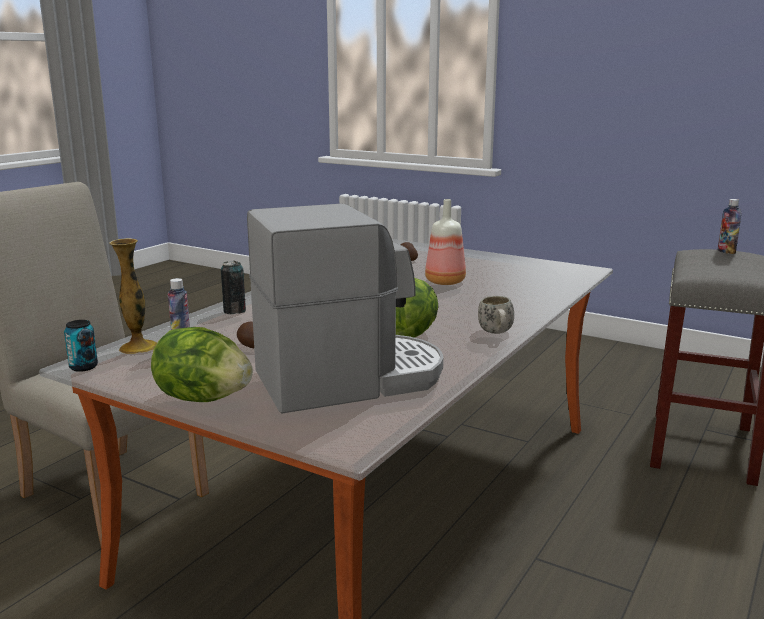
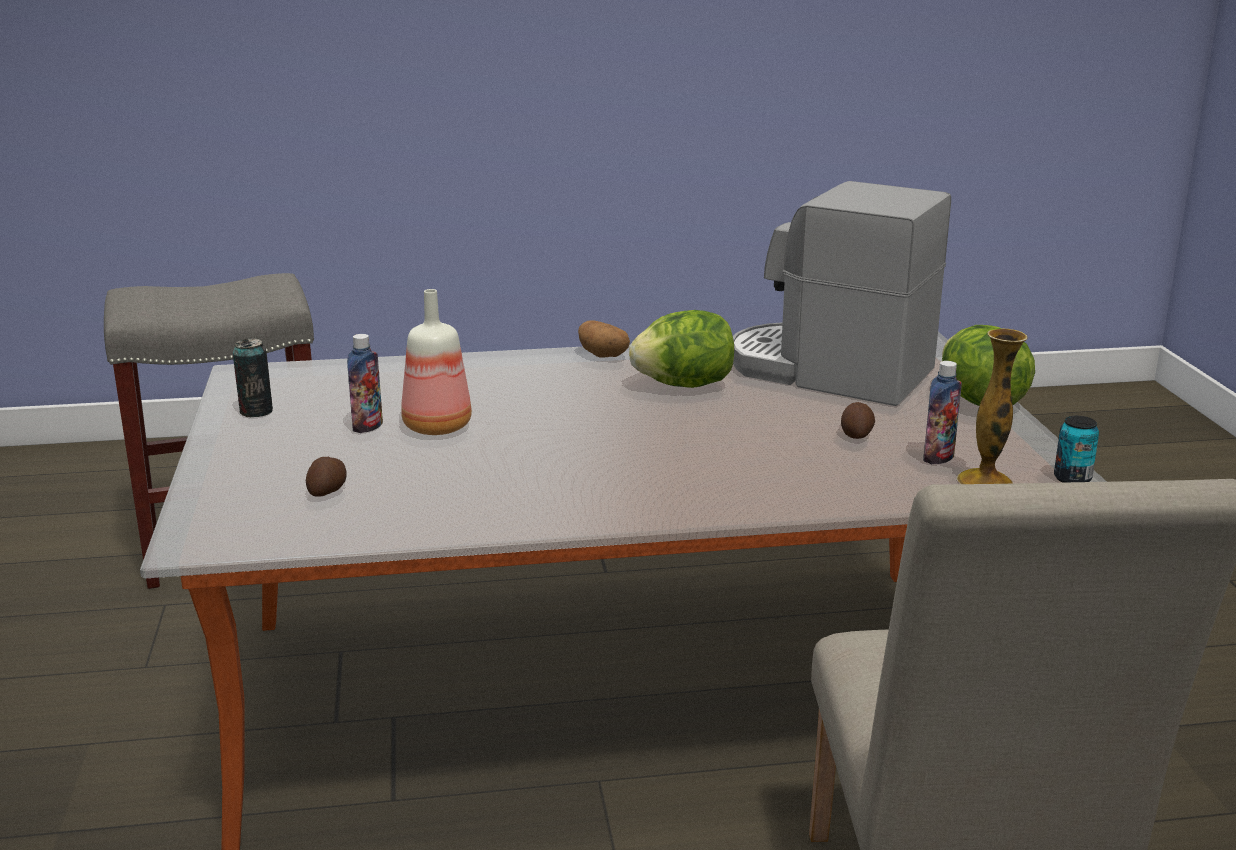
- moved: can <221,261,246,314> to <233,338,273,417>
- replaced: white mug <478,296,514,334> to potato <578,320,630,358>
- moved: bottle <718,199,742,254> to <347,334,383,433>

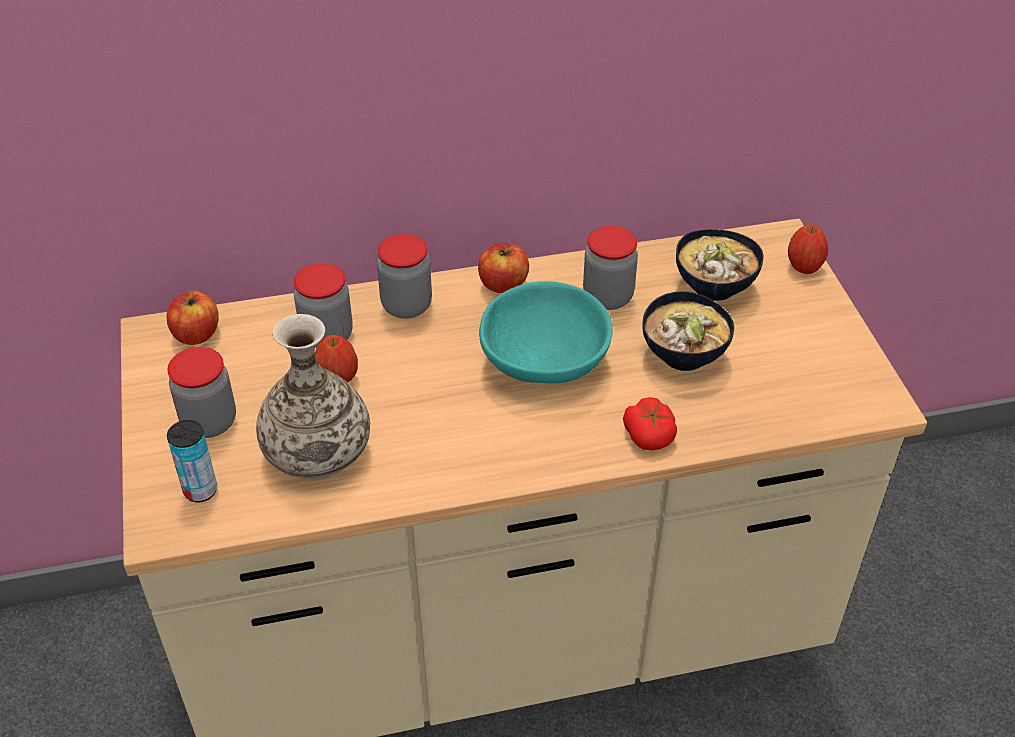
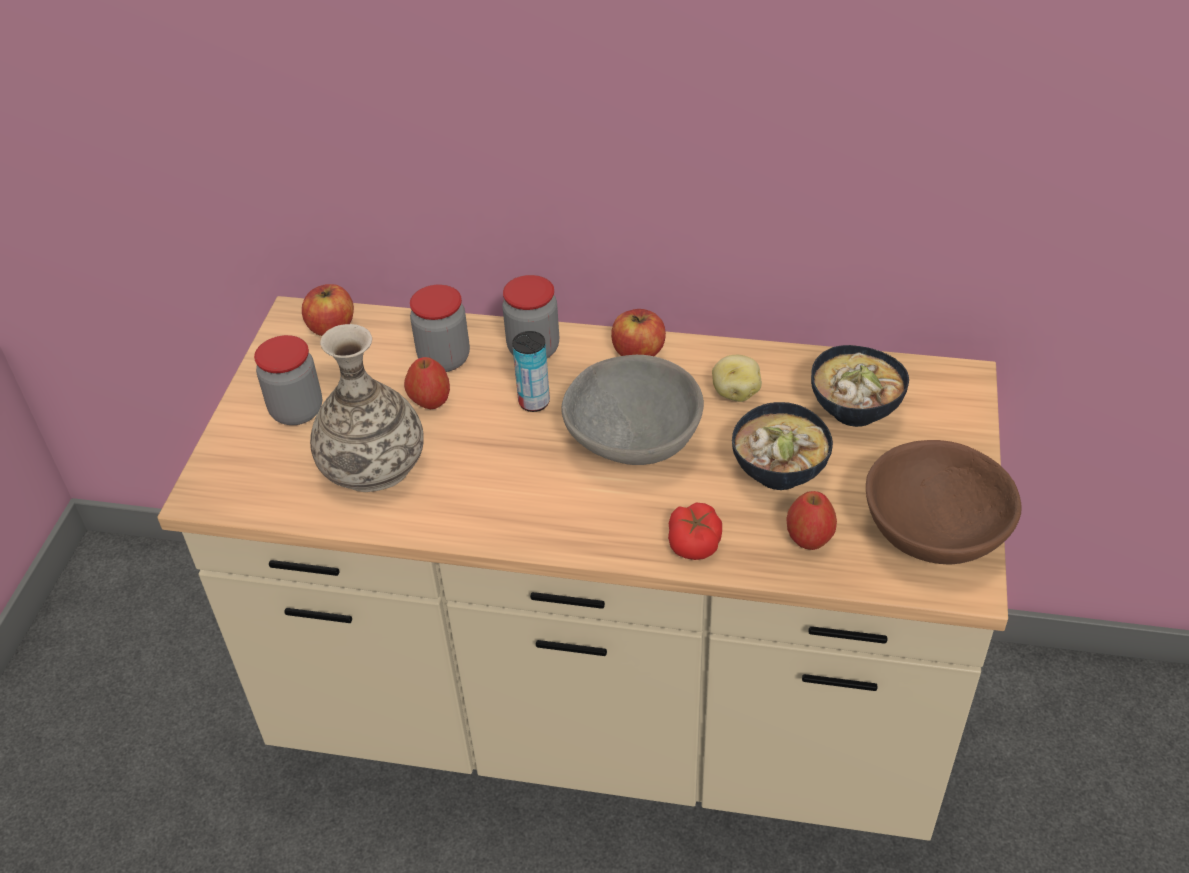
- moved: can <167,420,217,502> to <512,331,550,412>
- recoloured: turquoise bowl <479,281,613,383> to grey bowl <561,355,704,465>
- replaced: jar <583,226,638,310> to potato <712,355,762,402>
- moved: apple <788,224,828,274> to <786,491,837,550>
- added: brown bowl <866,440,1022,565>

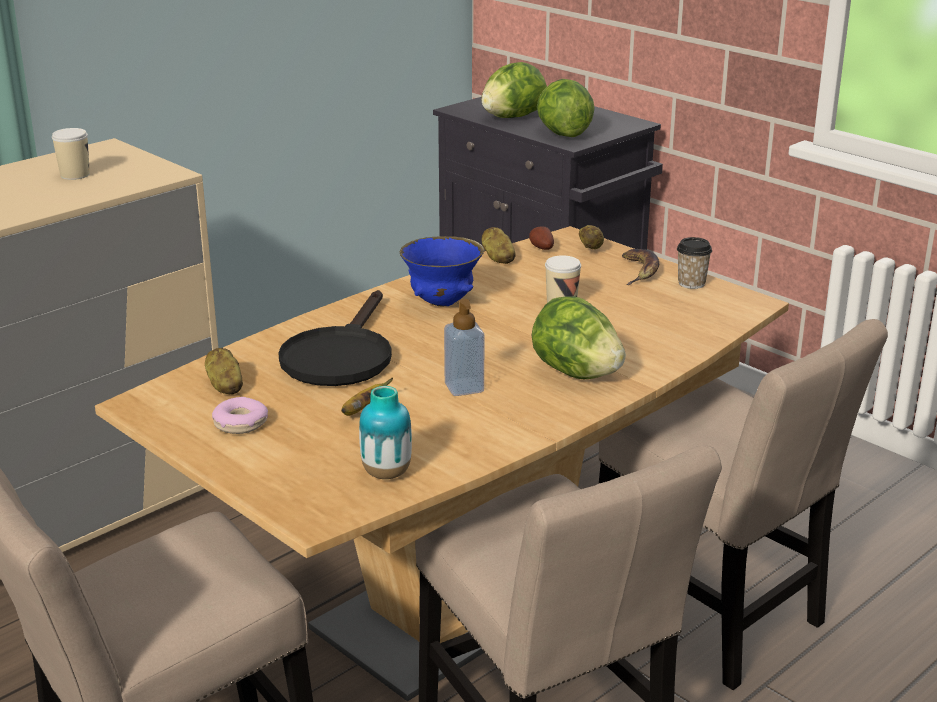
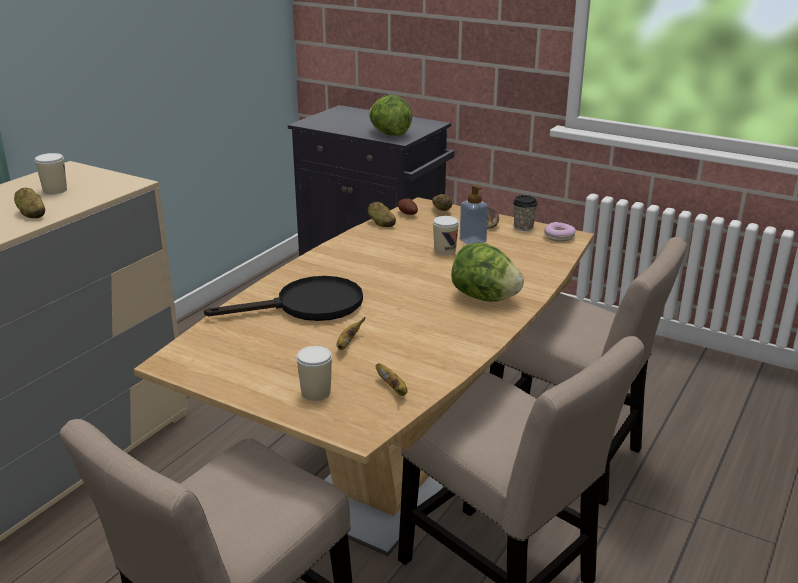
- moved: potato <205,348,243,395> to <14,188,45,218>
- moved: donut <212,397,268,434> to <544,222,576,242>
- turned: black frying pan <278,290,392,386> = <204,276,363,321> 105 degrees counterclockwise
- replaced: vase <359,386,412,479> to banana <376,363,407,396>
- removed: blue bowl <400,236,485,306>
- moved: soap dispenser <444,299,485,396> to <460,184,488,245>
- removed: lettuce <481,62,547,118>
- added: cup <296,346,332,401>

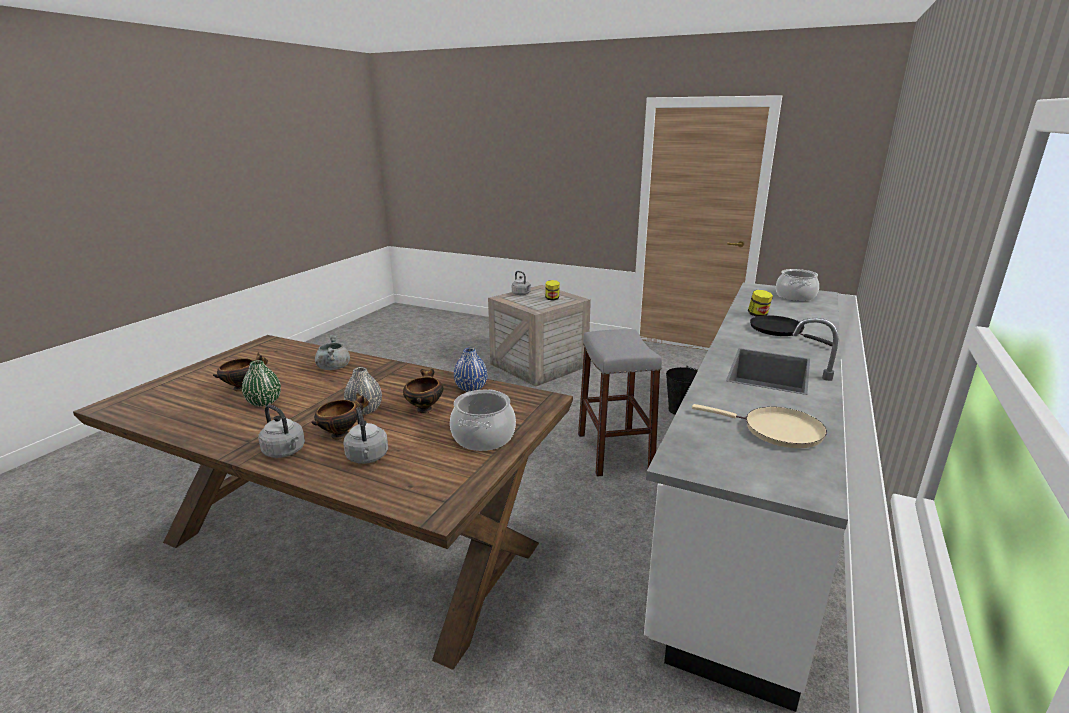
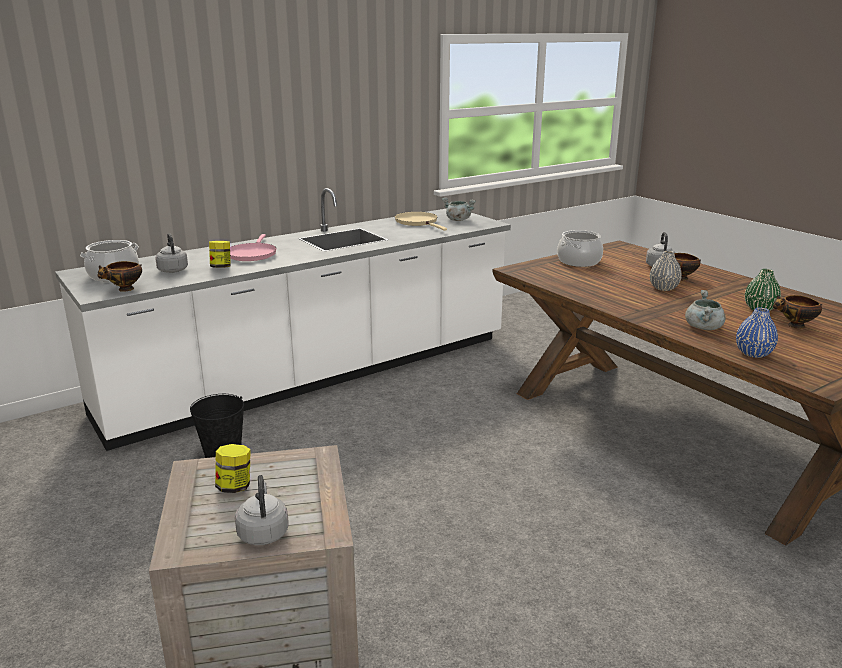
- moved: grey kettle <258,405,305,458> to <155,233,188,273>
- moved: bowl <403,369,443,413> to <97,261,142,292>
- moved: blue vase <454,348,487,392> to <736,308,778,358>
- removed: grey stool <578,329,662,477>
- recoloured: black frying pan <750,315,833,346> to pink frying pan <230,234,277,261>
- added: grey cooking pot <442,197,476,221>

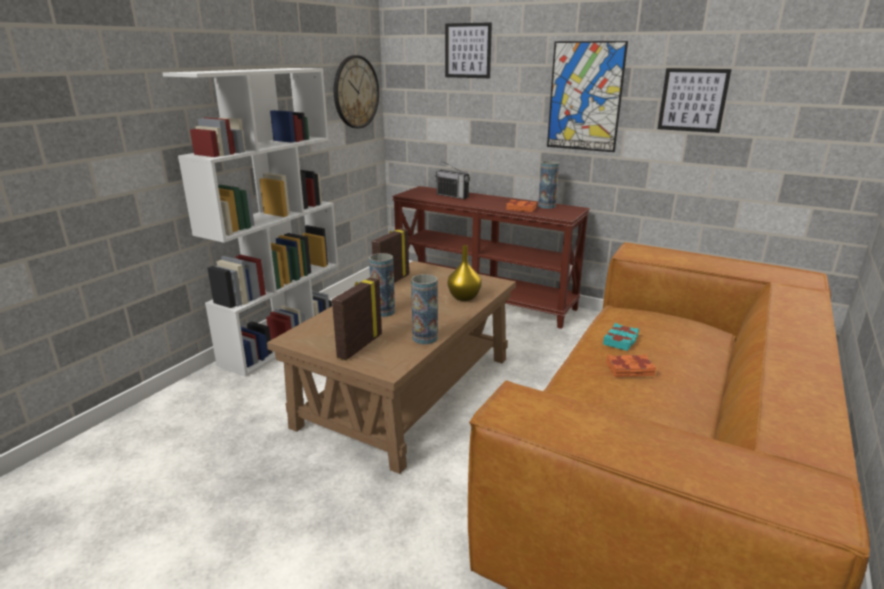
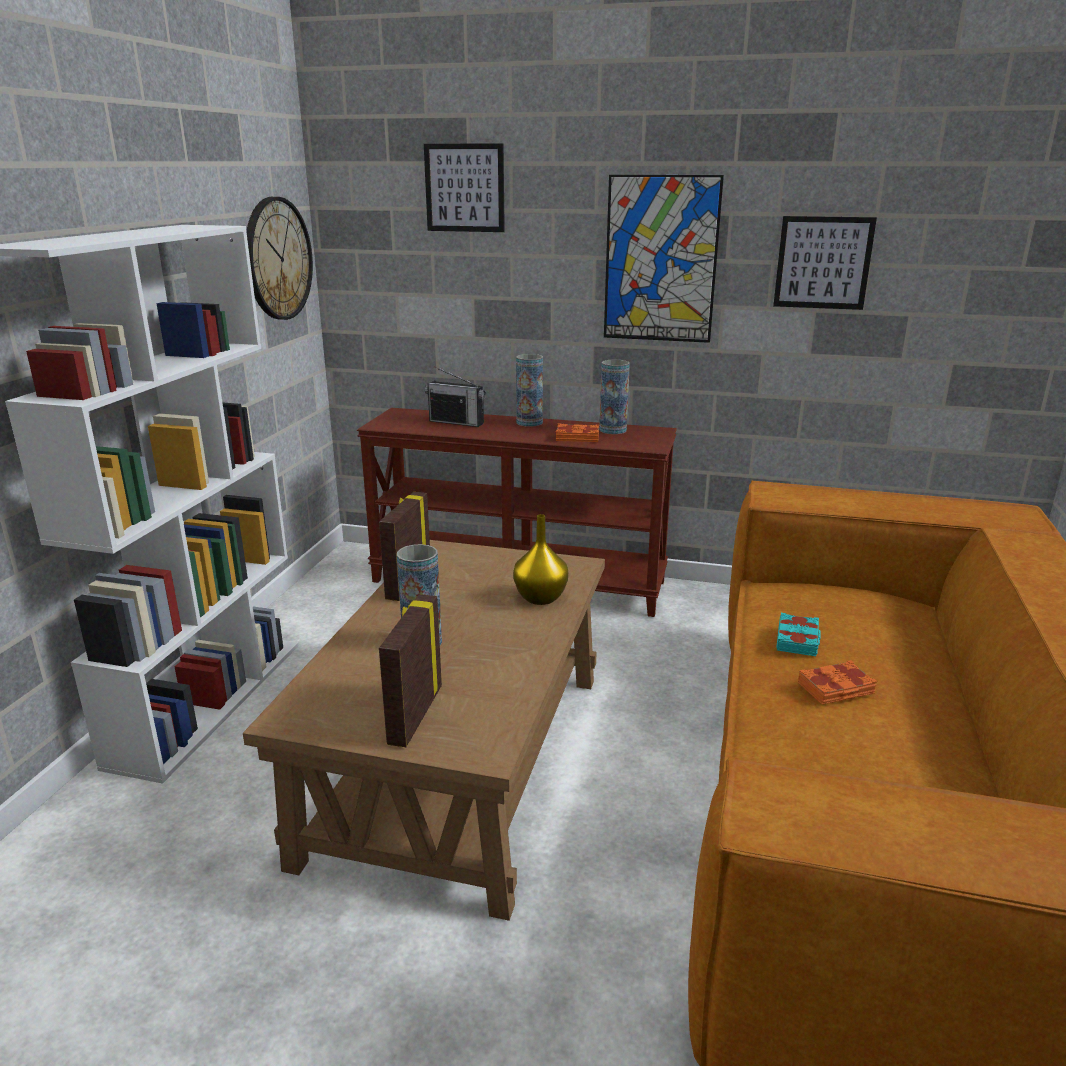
- moved: vase <411,274,438,344> to <516,354,543,427>

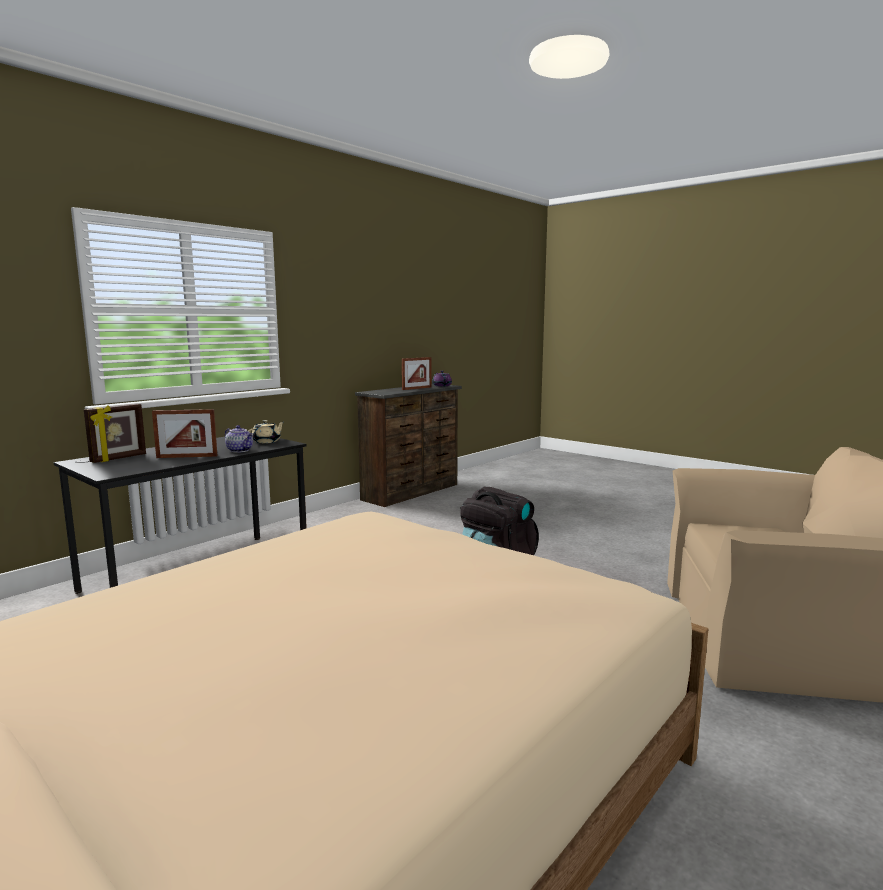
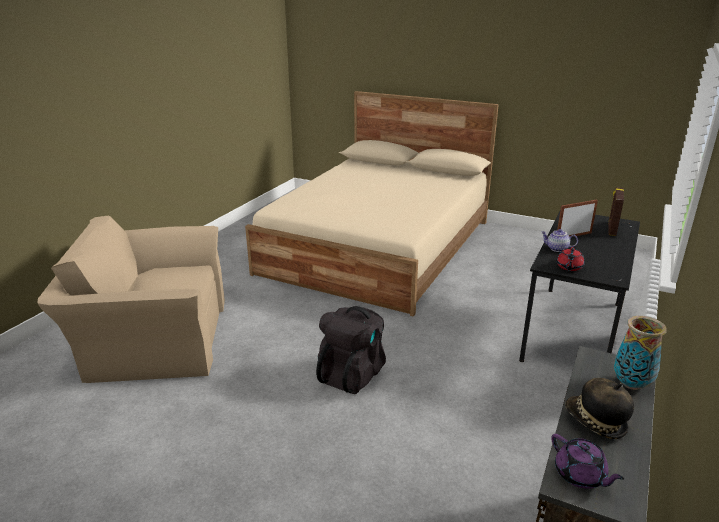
- recoloured: beige teapot <248,420,284,443> to red teapot <556,247,585,271>
- replaced: picture frame <402,357,432,390> to hat <565,378,634,439>
- added: vase <614,316,667,390>

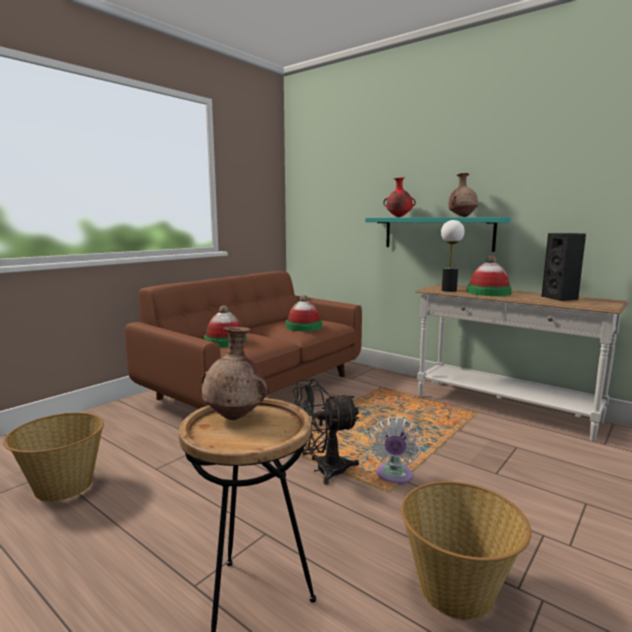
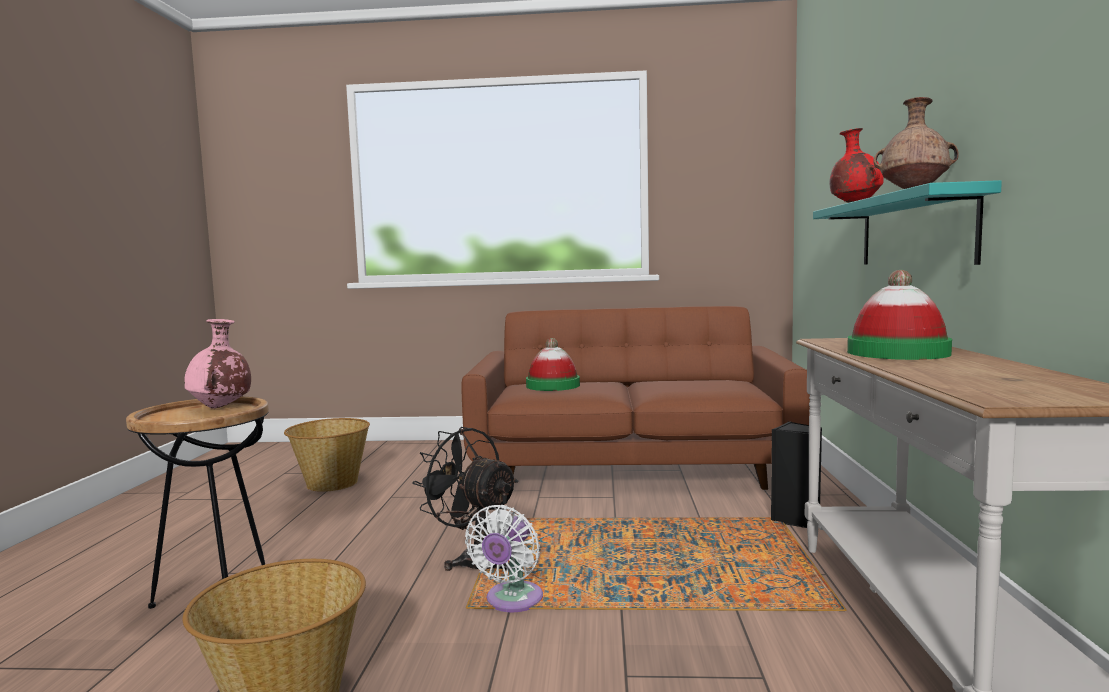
- recoloured: brown vase <201,327,269,420> to pink vase <184,319,251,409>
- removed: hat <286,295,322,331>
- turned: white fan <369,417,422,484> = <465,505,543,612> 45 degrees counterclockwise
- removed: table lamp <441,220,465,292>
- moved: black speaker <541,233,586,301> to <771,421,822,528>

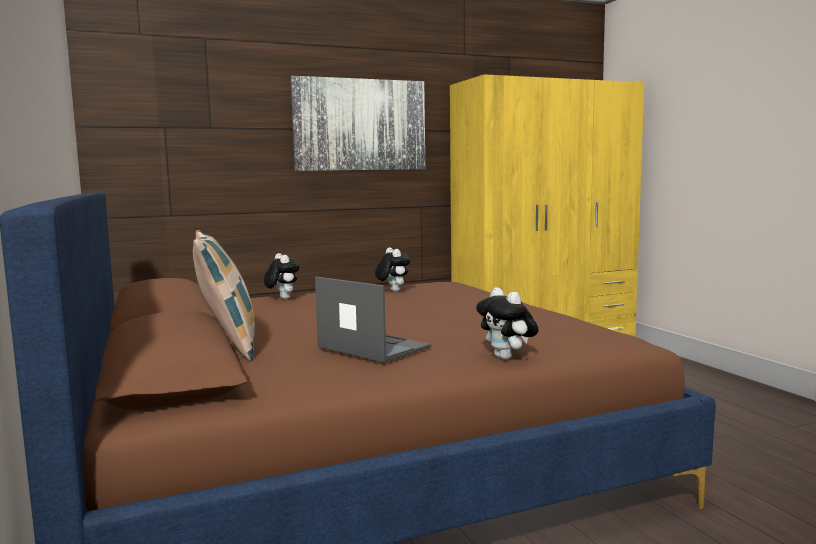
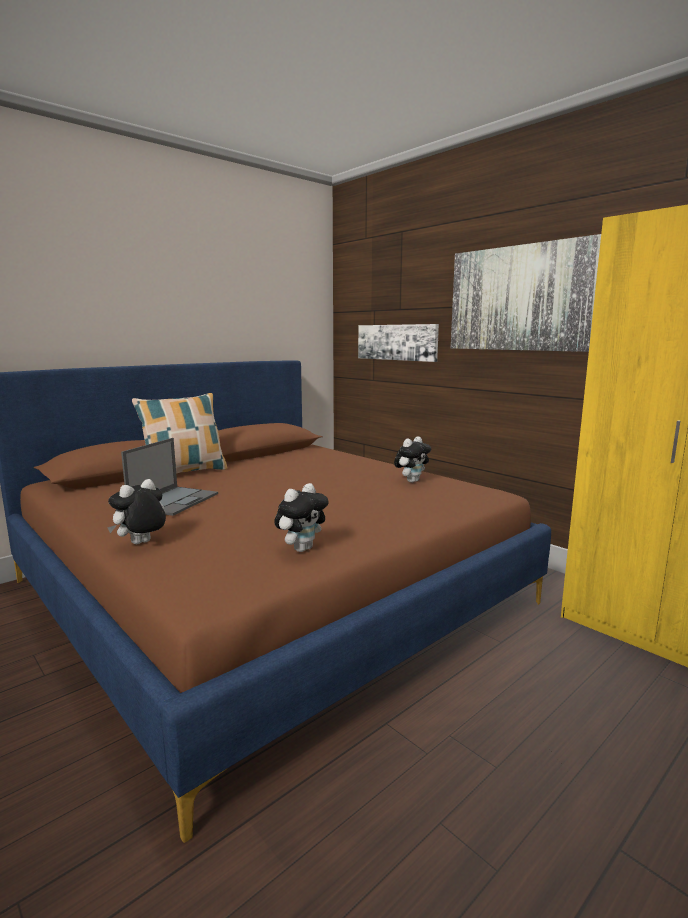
- moved: plush toy <264,253,300,299> to <274,483,329,552>
- added: picture <358,324,439,362>

